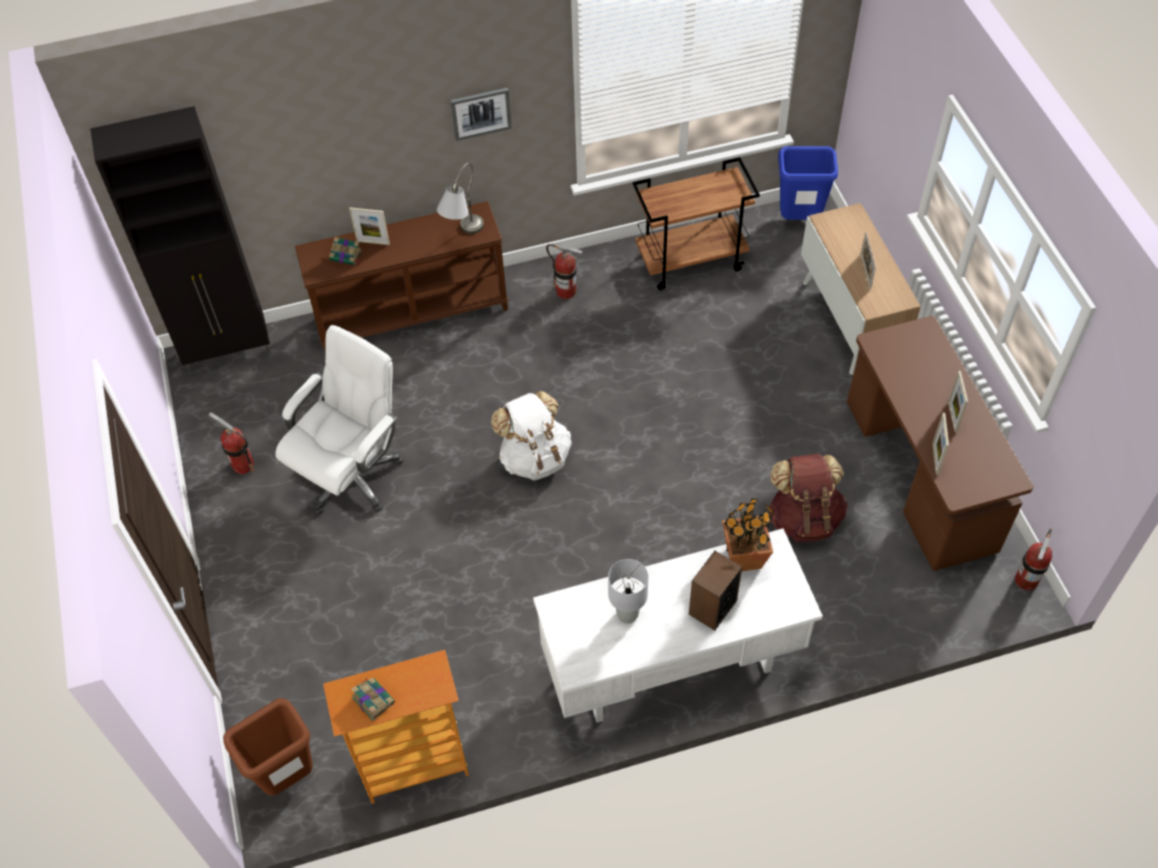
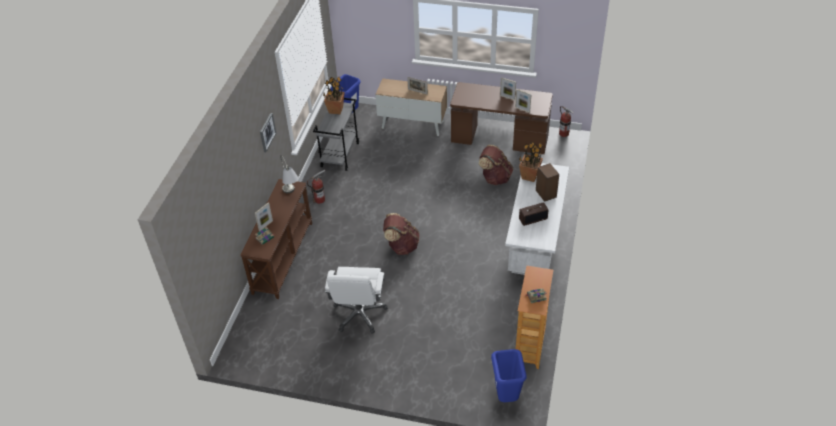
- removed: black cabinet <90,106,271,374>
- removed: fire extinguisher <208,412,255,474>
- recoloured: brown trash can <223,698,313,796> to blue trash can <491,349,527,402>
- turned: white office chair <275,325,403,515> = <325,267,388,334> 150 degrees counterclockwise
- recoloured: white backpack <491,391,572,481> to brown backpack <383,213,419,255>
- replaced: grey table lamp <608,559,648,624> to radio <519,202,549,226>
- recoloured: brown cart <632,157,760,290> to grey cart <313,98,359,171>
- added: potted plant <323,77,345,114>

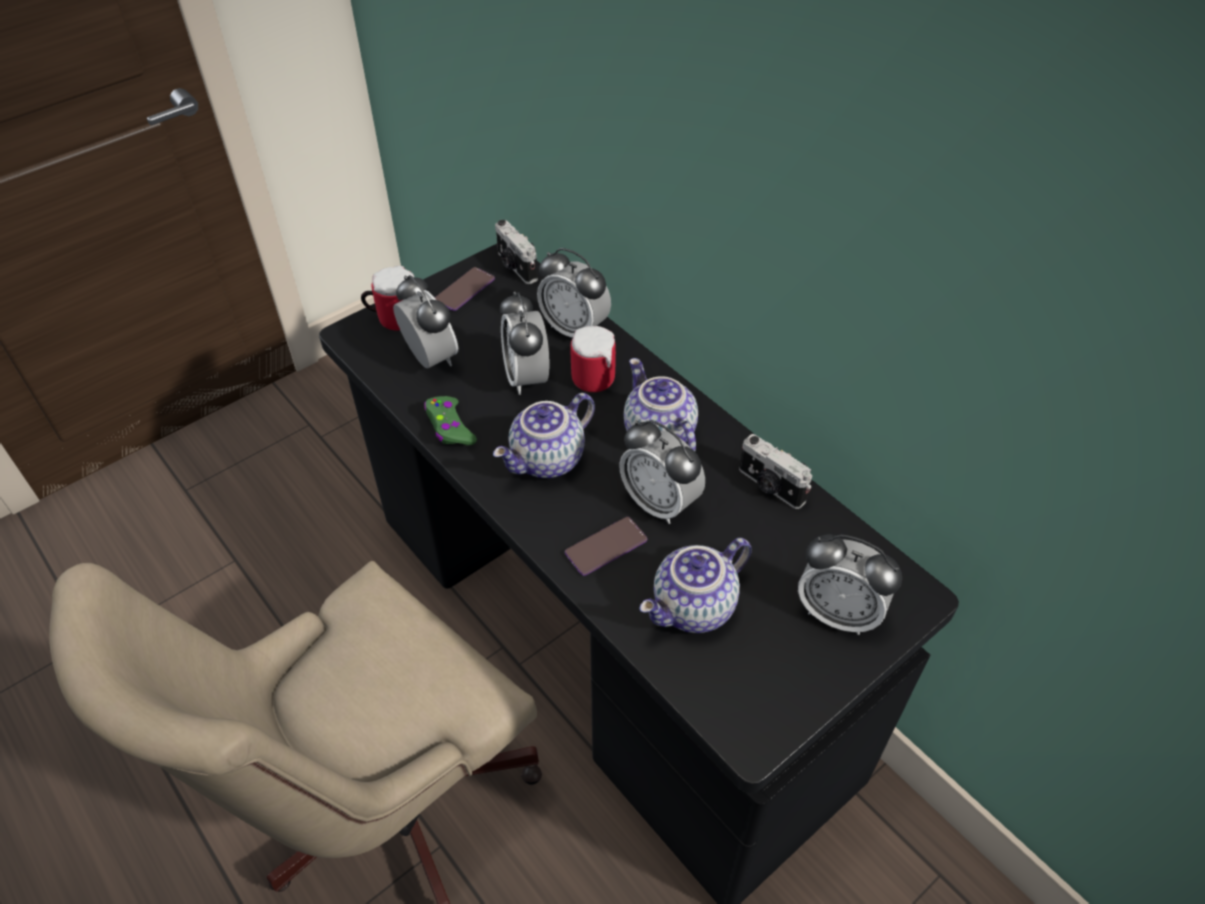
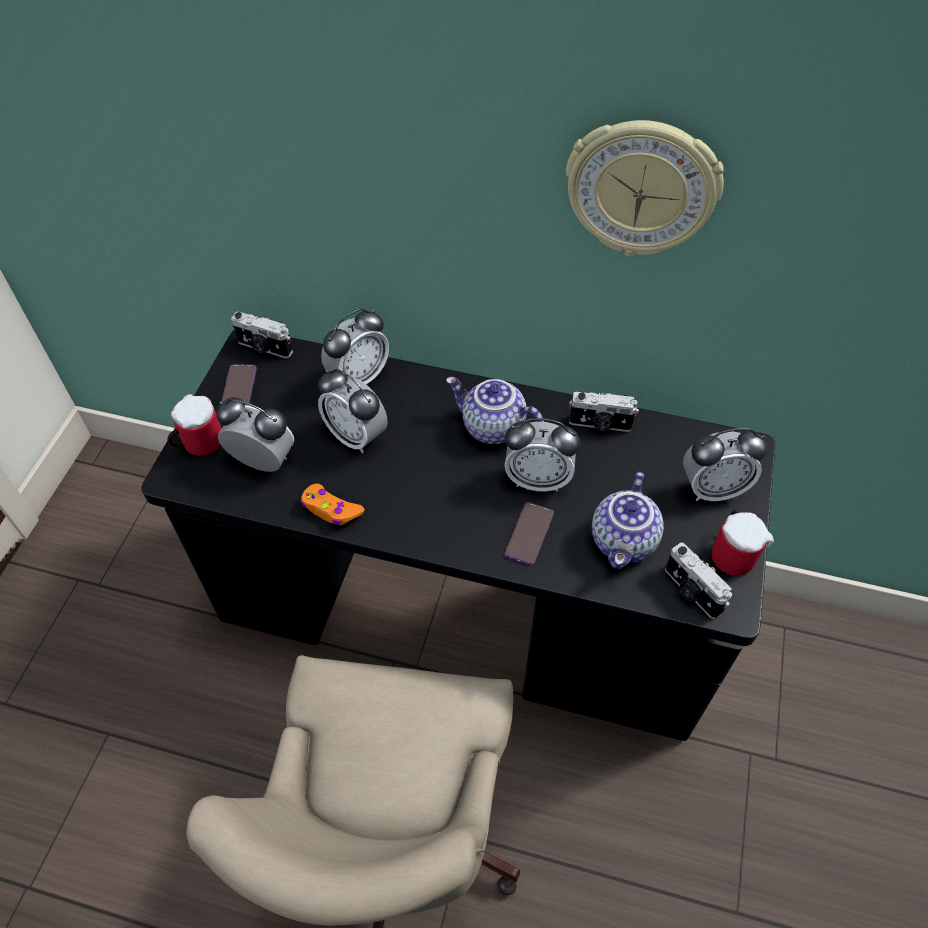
- recoloured: green game controller <424,396,477,445> to orange game controller <300,483,365,525>
- removed: teapot <493,393,595,478>
- turned: alarm clock <537,248,611,337> = <321,308,389,384> 45 degrees counterclockwise
- moved: mug <570,326,616,392> to <712,510,774,576>
- added: wall clock <566,120,724,257>
- added: photo camera <665,543,732,619>

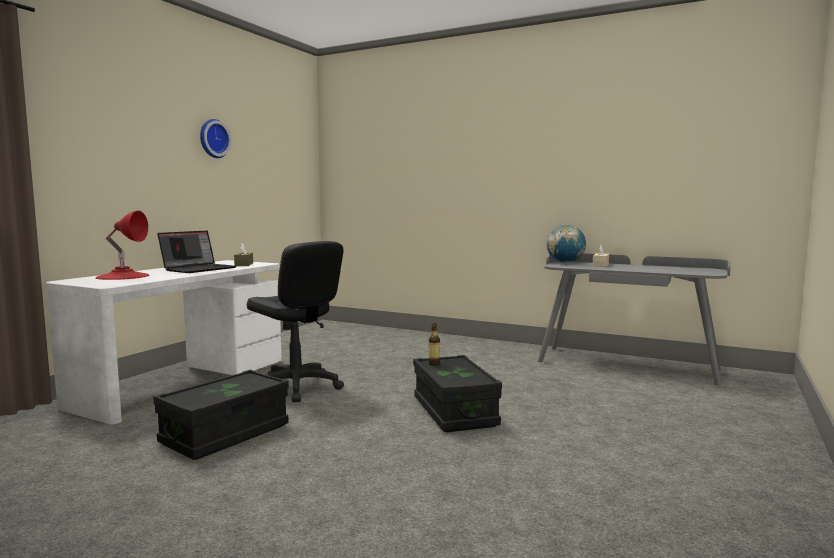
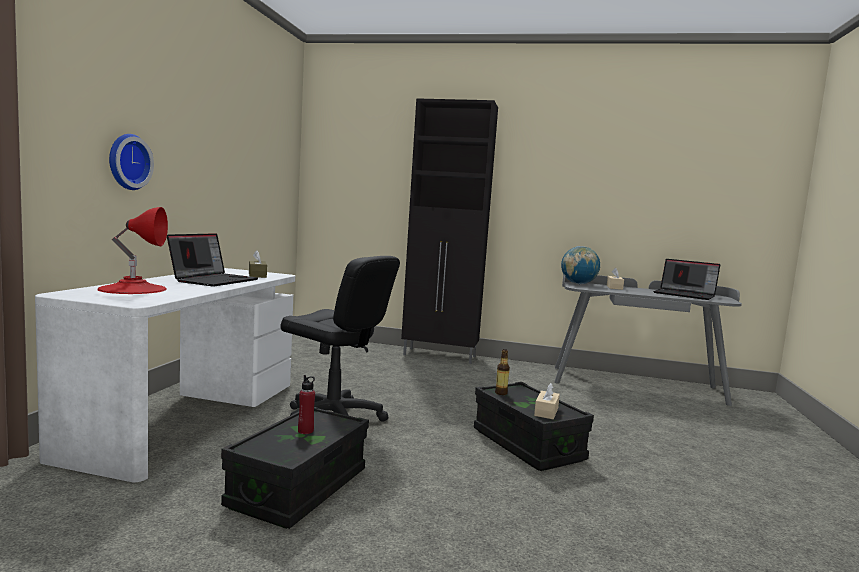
- moved: wall clock <200,119,231,158> to <109,134,154,190>
- added: red bottle <298,375,315,434>
- added: black cabinet <401,98,498,364>
- added: beige tissue box <534,383,560,419>
- added: laptop <653,259,720,300>

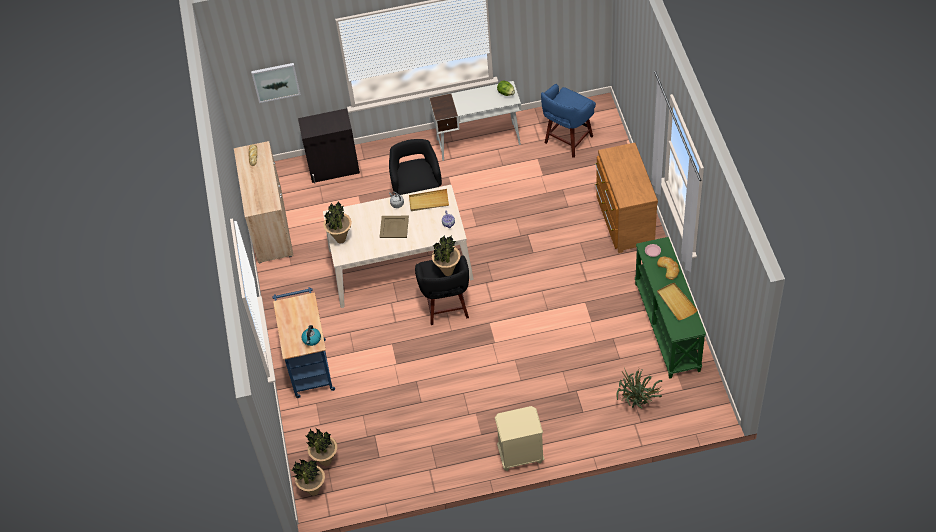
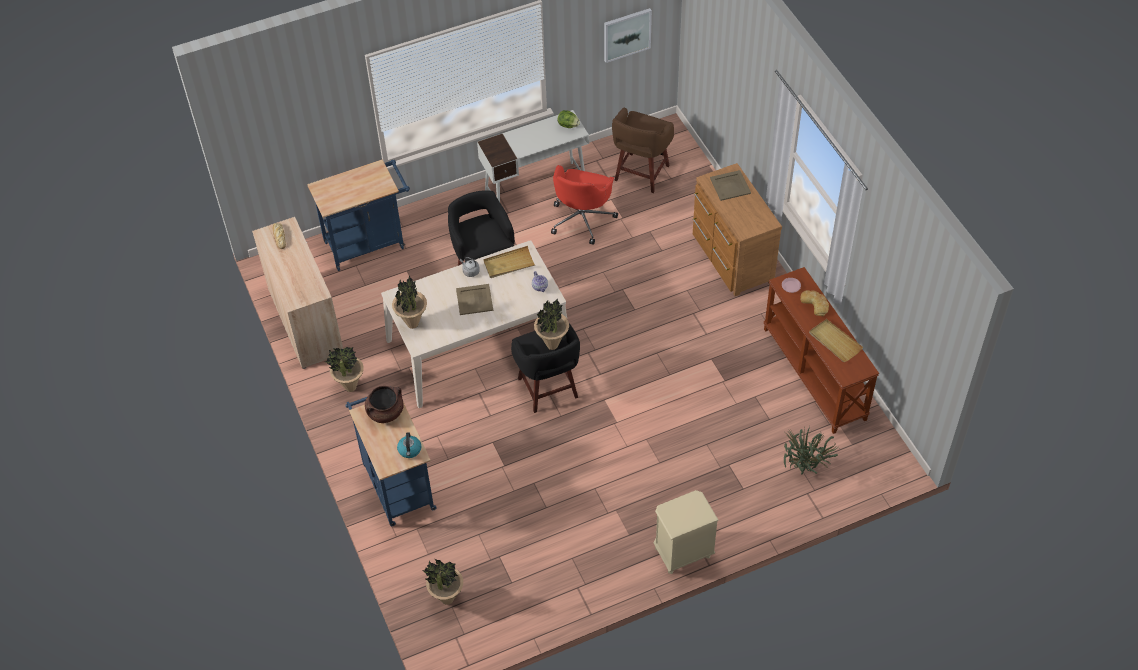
- moved: picture <251,63,301,103> to <604,8,652,63>
- moved: potted plant <291,459,325,496> to <325,347,364,392>
- replaced: black cabinet <298,108,360,184> to blue cart <307,159,410,271>
- recoloured: blue stool <541,84,596,158> to brown stool <612,107,674,193>
- recoloured: green console table <634,237,706,379> to brown console table <764,267,879,434>
- added: brown cooking pot <365,386,403,423>
- added: red office chair <551,165,618,245>
- added: beige tray <710,170,751,201>

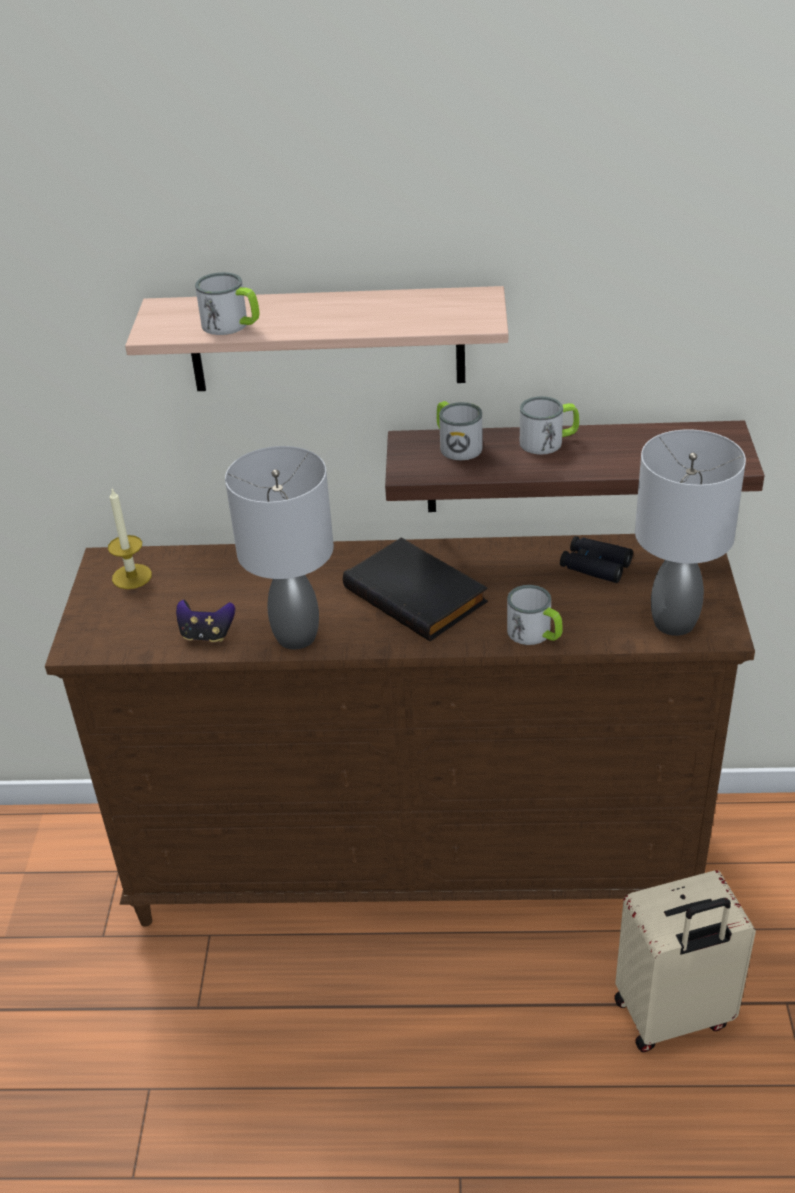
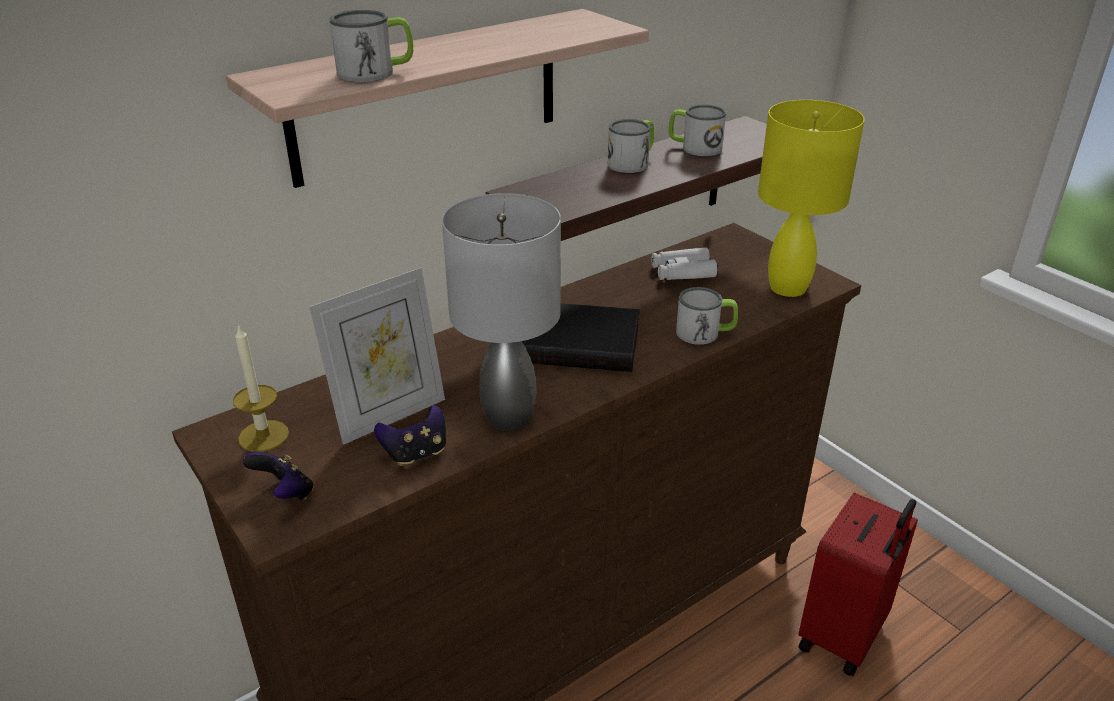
- moved: mug <436,401,483,460> to <669,105,726,156>
- recoloured: black binoculars <560,536,633,583> to white binoculars <651,247,717,280>
- recoloured: beige suitcase <614,870,756,1052> to red suitcase <798,493,918,676>
- recoloured: grey table lamp <635,429,746,636> to yellow table lamp <758,100,865,297>
- added: game controller <243,452,314,500>
- added: picture frame <309,268,445,445>

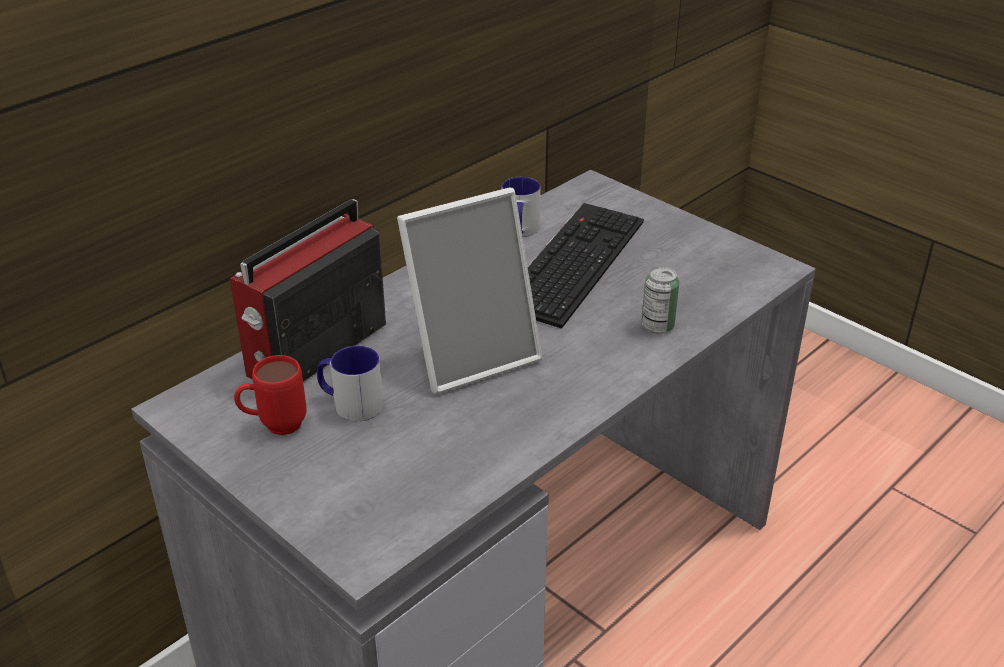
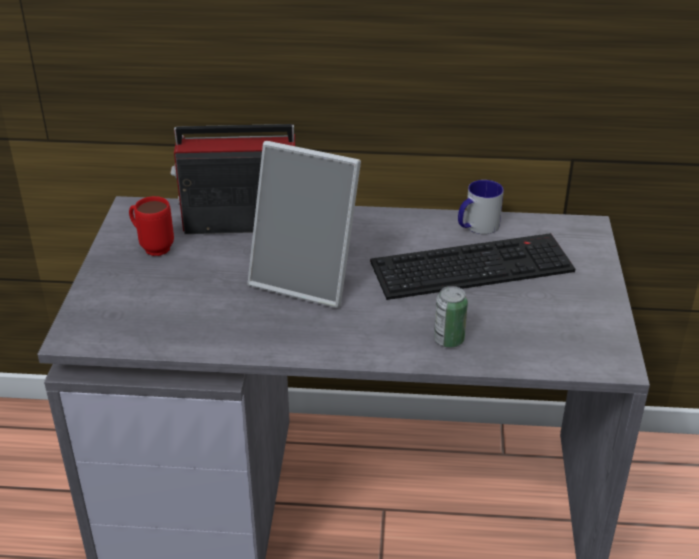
- removed: mug <317,346,383,421>

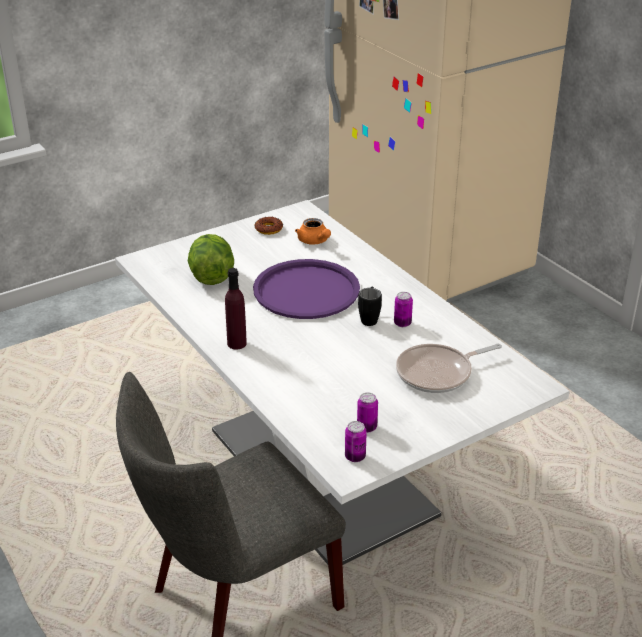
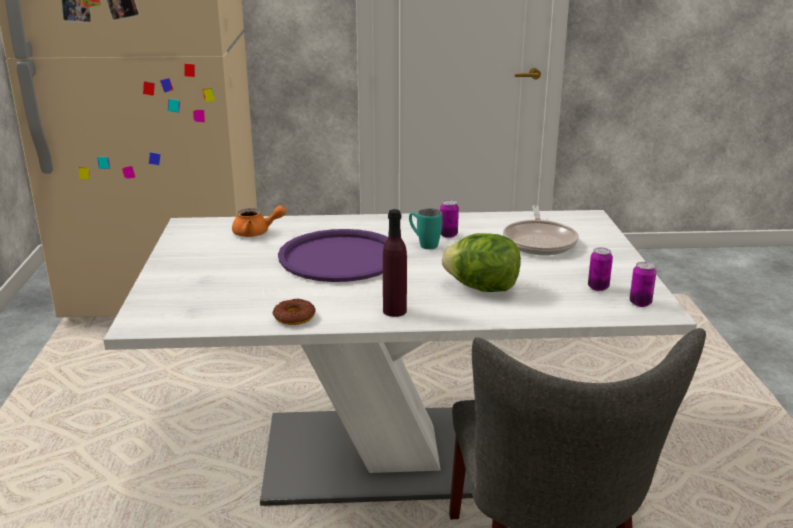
- moved: lettuce <188,234,234,285> to <442,233,521,292>
- moved: donut <255,217,283,235> to <272,299,316,325>
- recoloured: black mug <358,287,382,326> to turquoise mug <409,209,442,249>

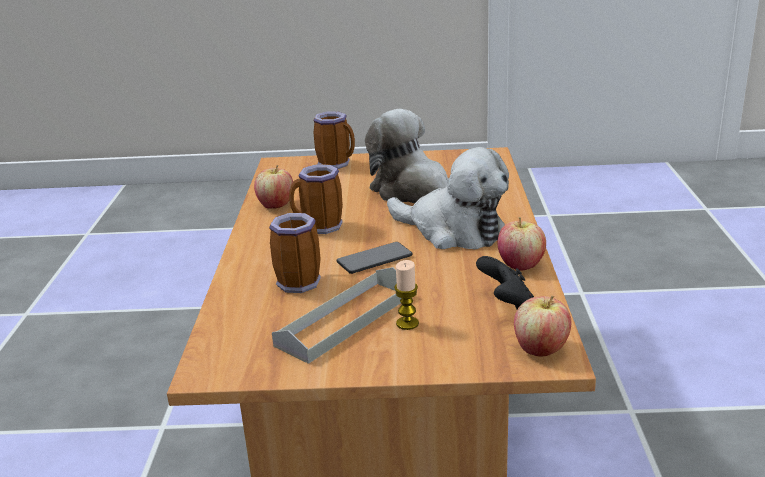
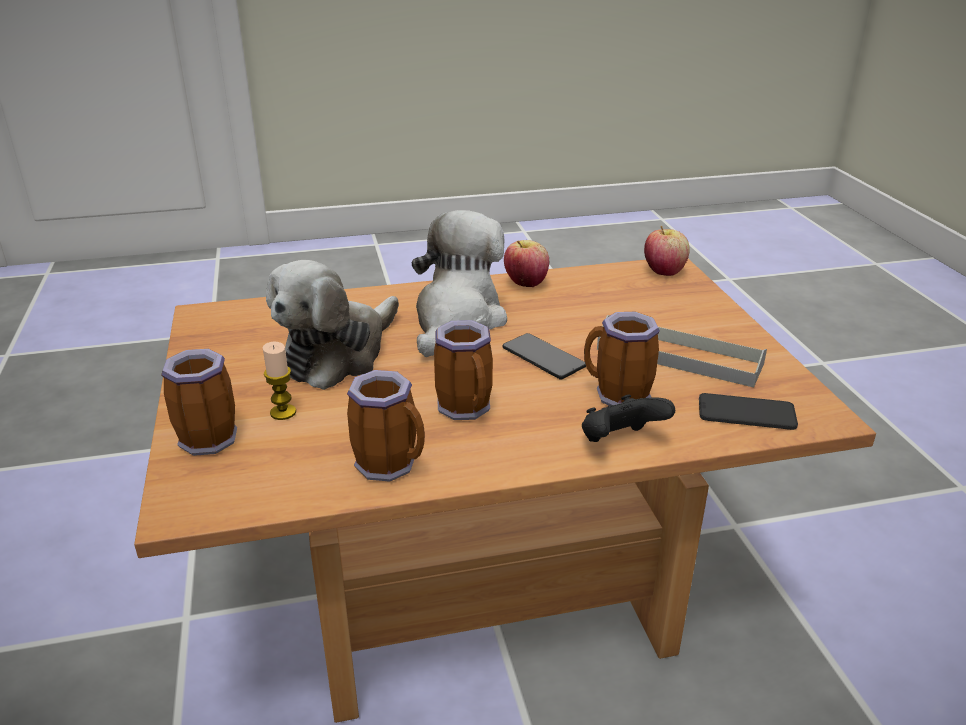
- replaced: apple <254,165,293,208> to mug <347,370,425,482>
- moved: candle <394,260,419,330> to <263,342,296,420>
- moved: black game controller <476,256,534,309> to <582,394,675,442>
- added: phone <699,393,798,430>

